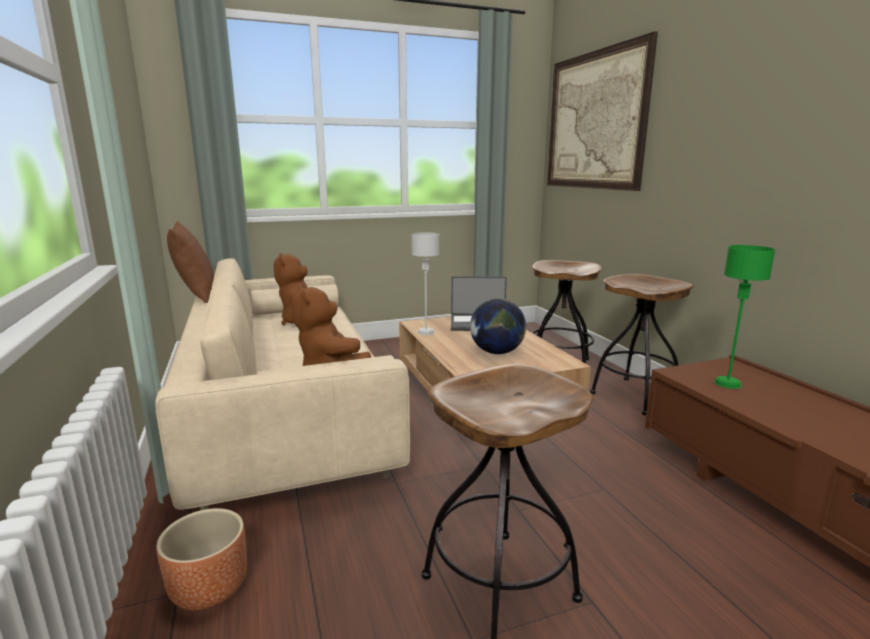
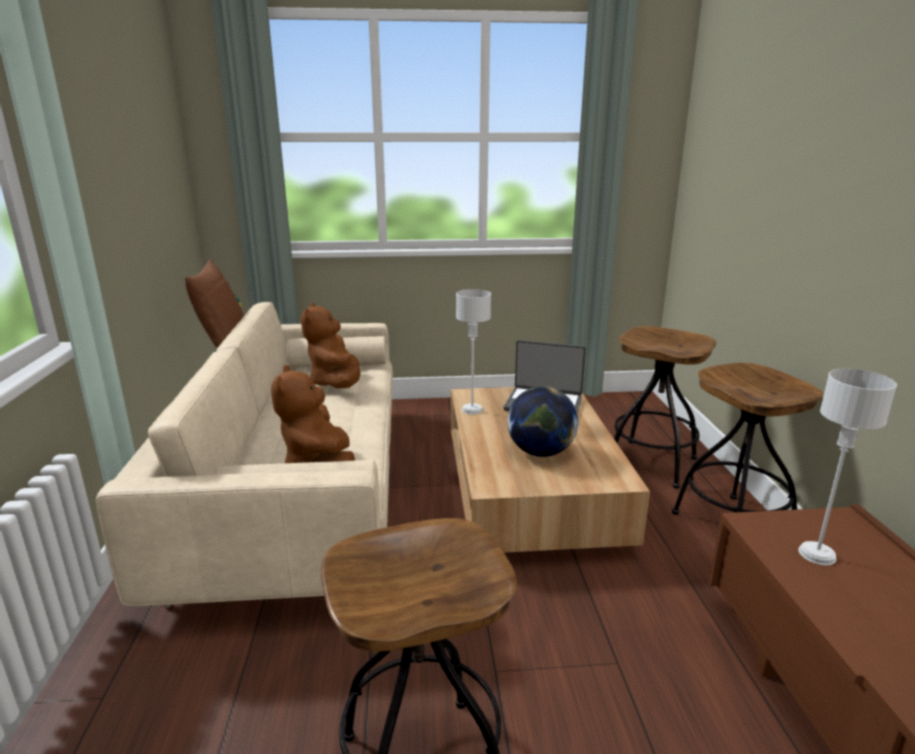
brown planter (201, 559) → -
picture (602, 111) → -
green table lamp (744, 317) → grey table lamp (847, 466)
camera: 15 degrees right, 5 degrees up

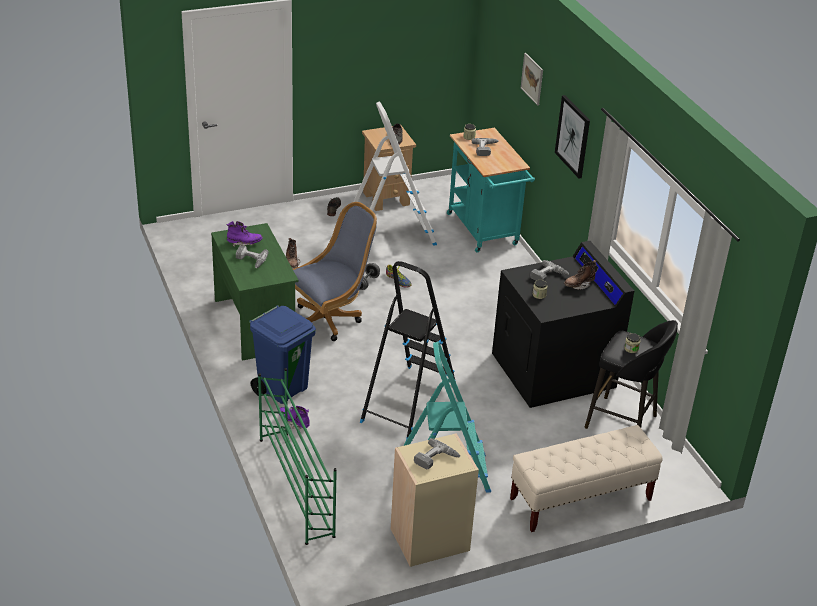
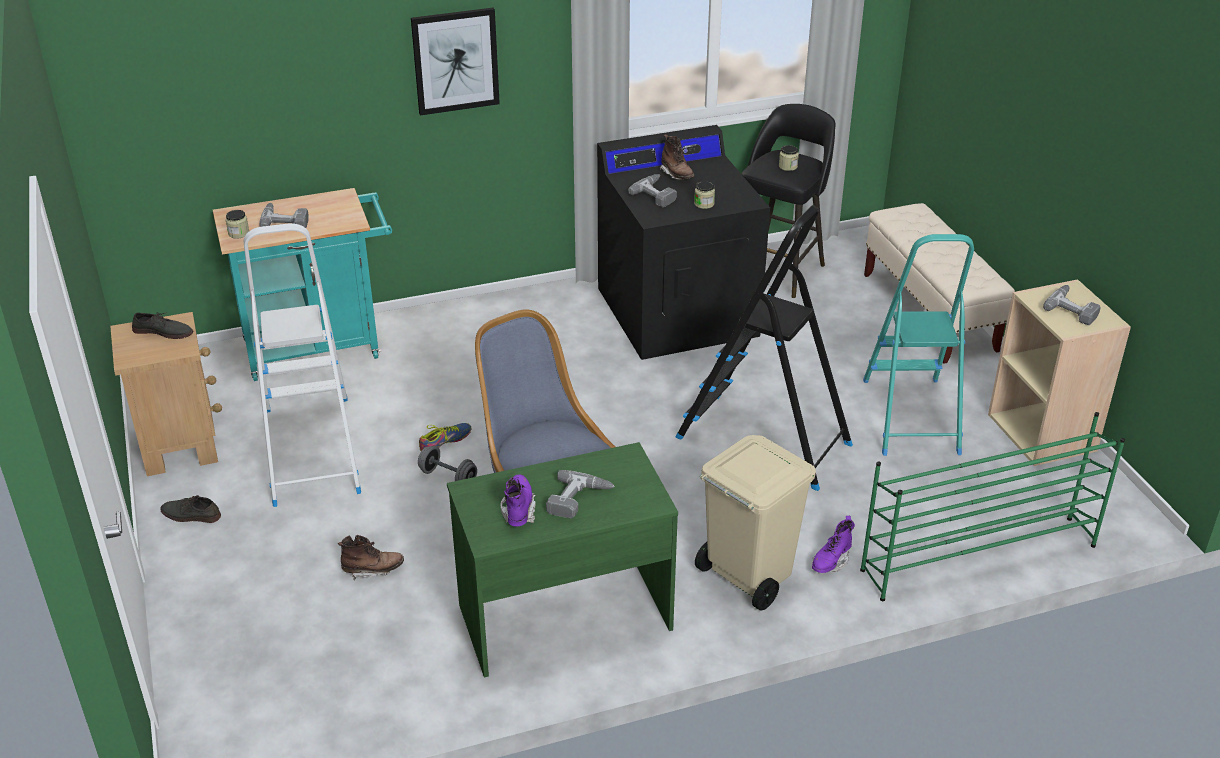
blue trash can (282, 354) → beige trash can (755, 523)
picture (532, 79) → -
camera: 85 degrees left, 0 degrees up

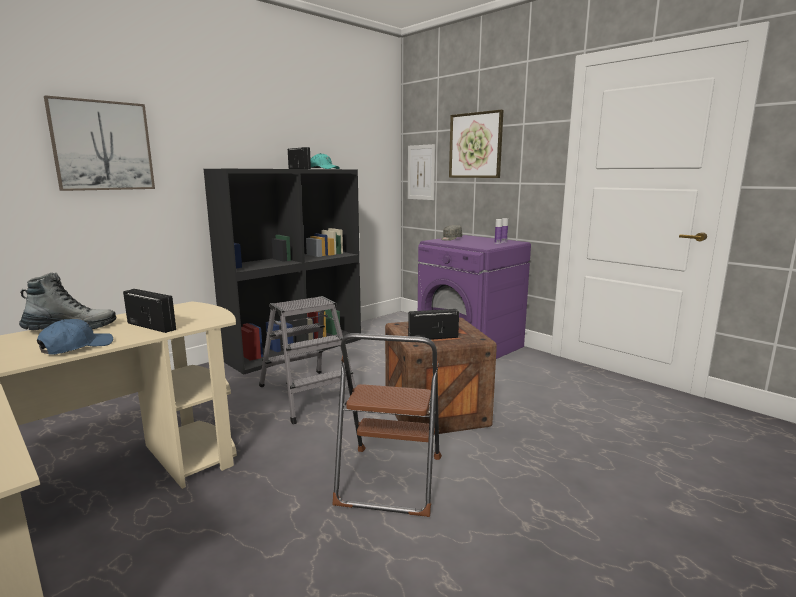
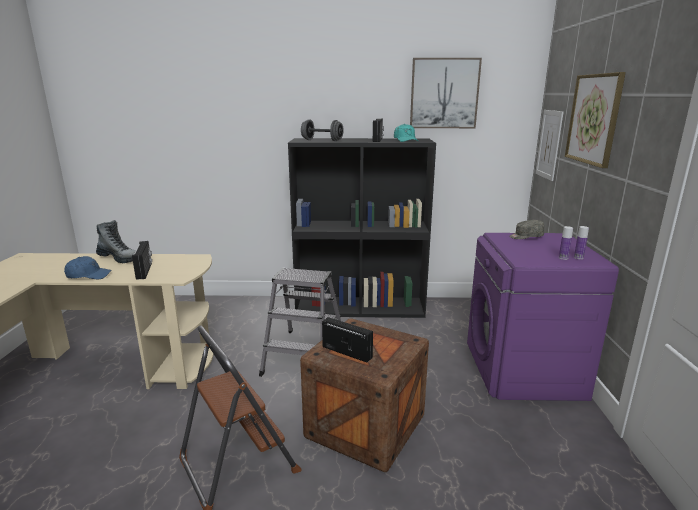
picture (99, 143) → picture (446, 93), shifted
- → grey dumbbell (322, 130)
camera: 45 degrees right, 5 degrees up

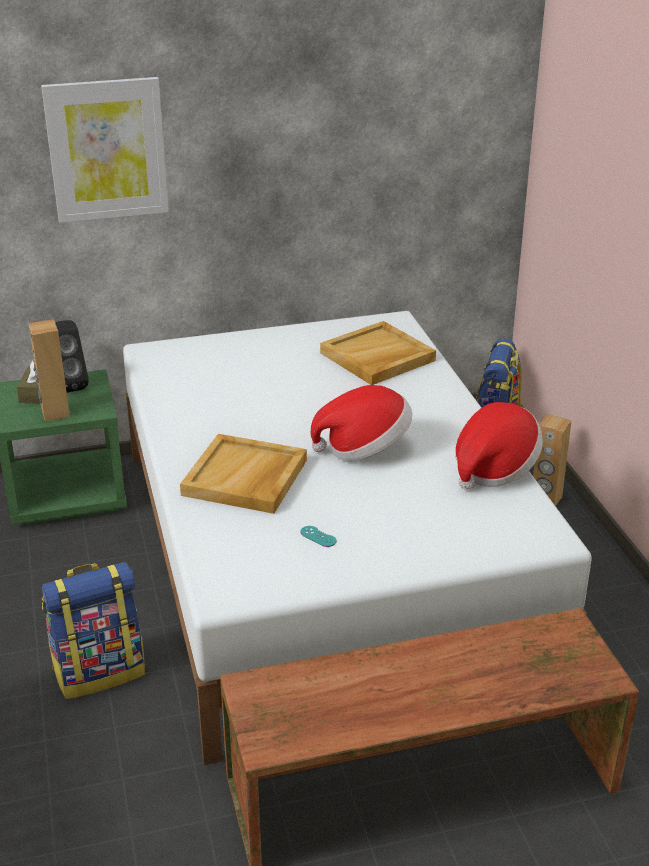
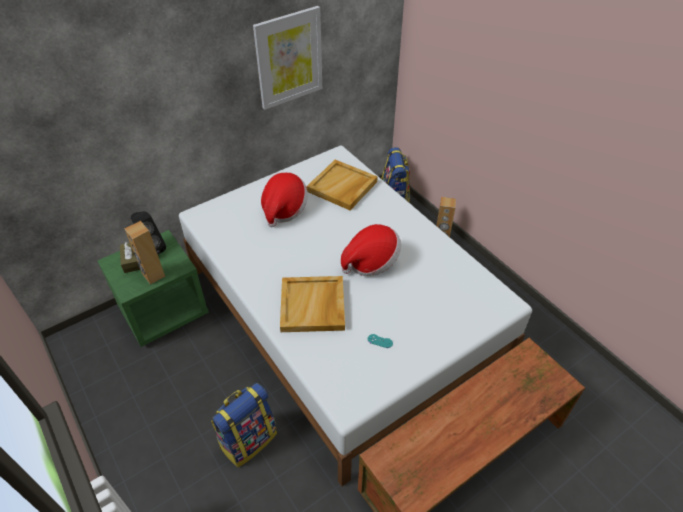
picture (105, 150) → picture (287, 58), shifted
hat (499, 446) → hat (284, 199), shifted
camera: 20 degrees left, 15 degrees up

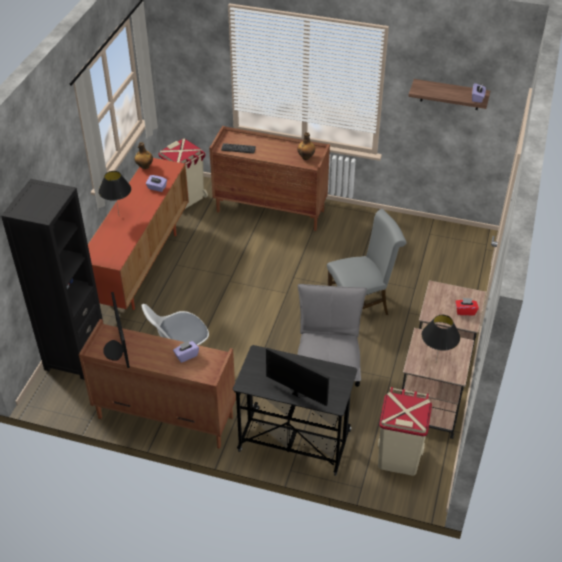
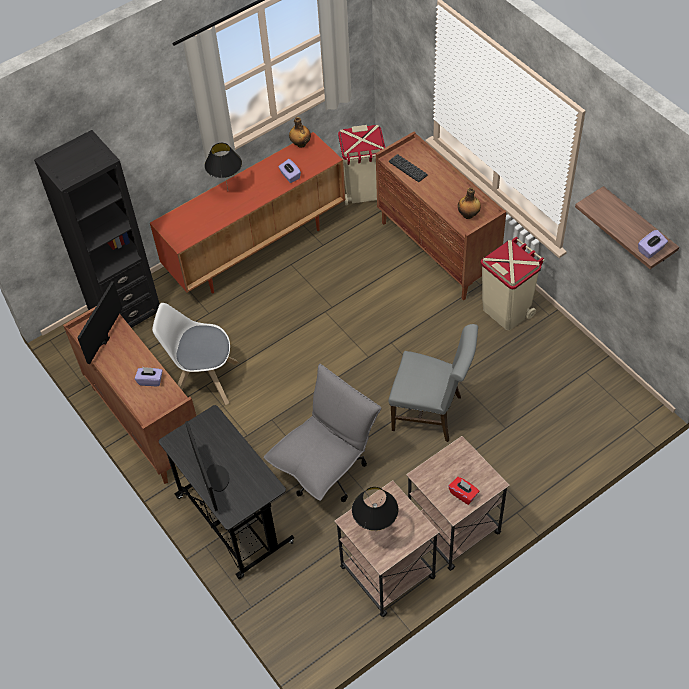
beige trash can (405, 431) → beige trash can (512, 283), shifted
camera: 40 degrees right, 10 degrees up

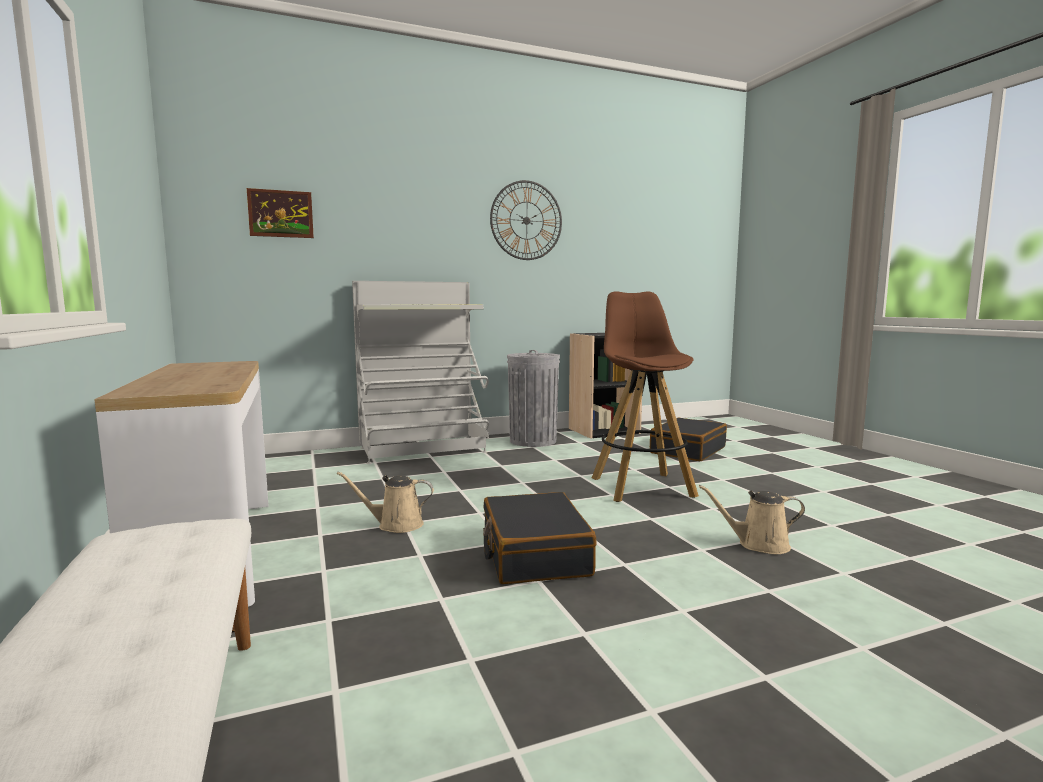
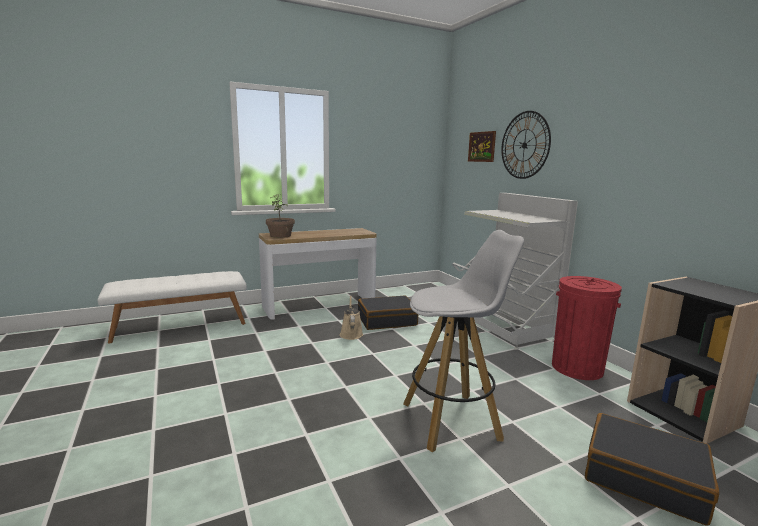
black suitcase (540, 538) → black suitcase (388, 312), shifted
wall clock (526, 220) → wall clock (526, 145), shifted
grey trash can (533, 398) → red trash can (587, 328)
brown stool (645, 396) → white stool (463, 341)
beige watering can (752, 519) → -
- → potted plant (280, 216)
camera: 85 degrees right, 5 degrees up

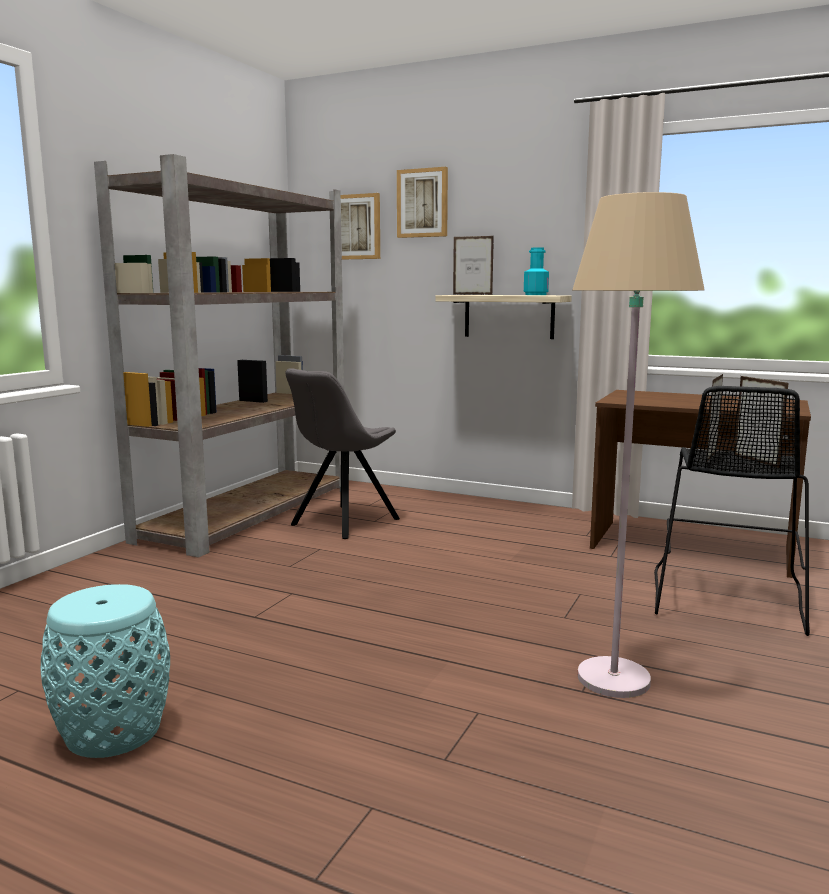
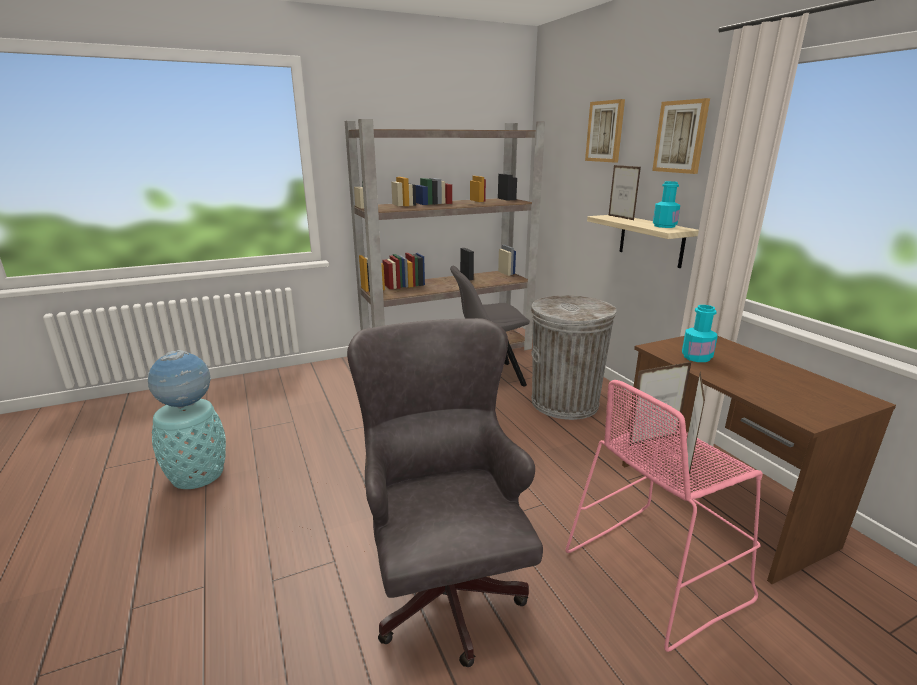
picture (360, 226) → picture (681, 136), shifted
beige floor lamp (638, 445) → grey office chair (445, 492)
black stool (732, 511) → pink stool (664, 516)
- → globe (179, 379)
- → grey trash can (574, 357)
- → turquoise bottle (700, 333)
camera: 40 degrees right, 10 degrees up

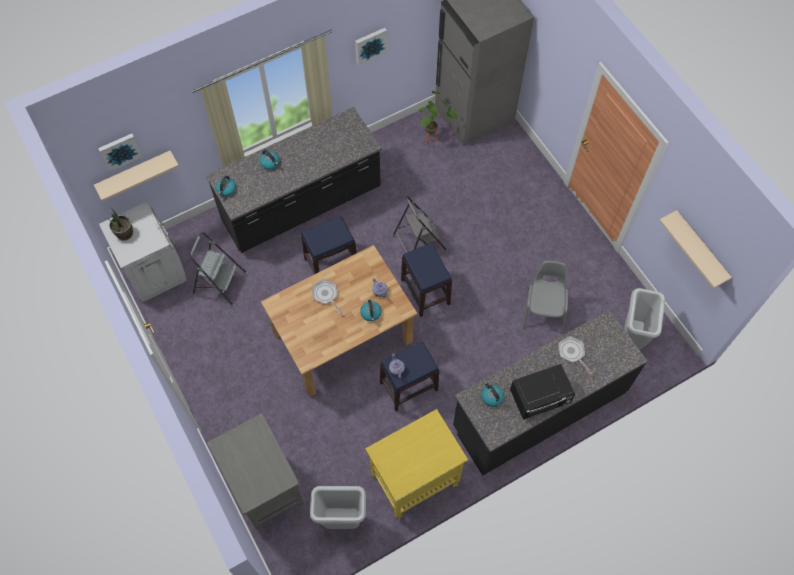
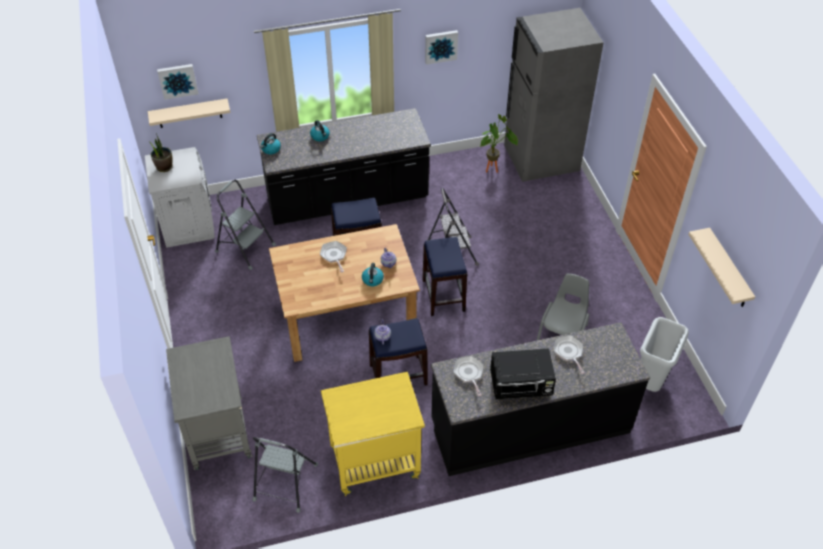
grey trash can (338, 507) → grey step ladder (285, 475)
kettle (492, 394) → frying pan (468, 376)
camera: 15 degrees right, 15 degrees down

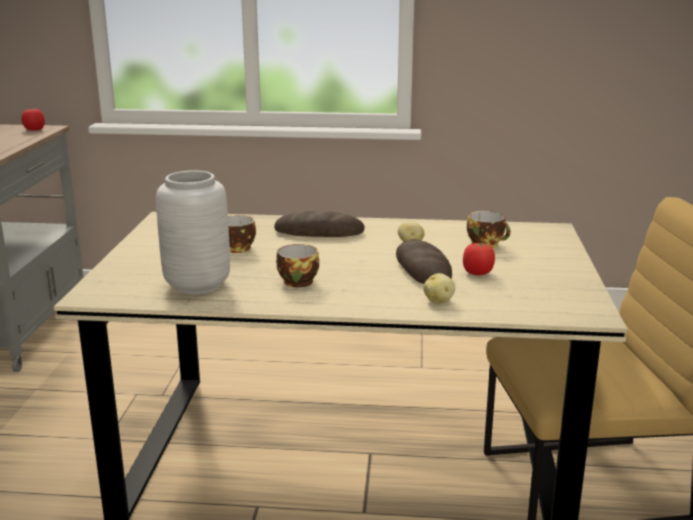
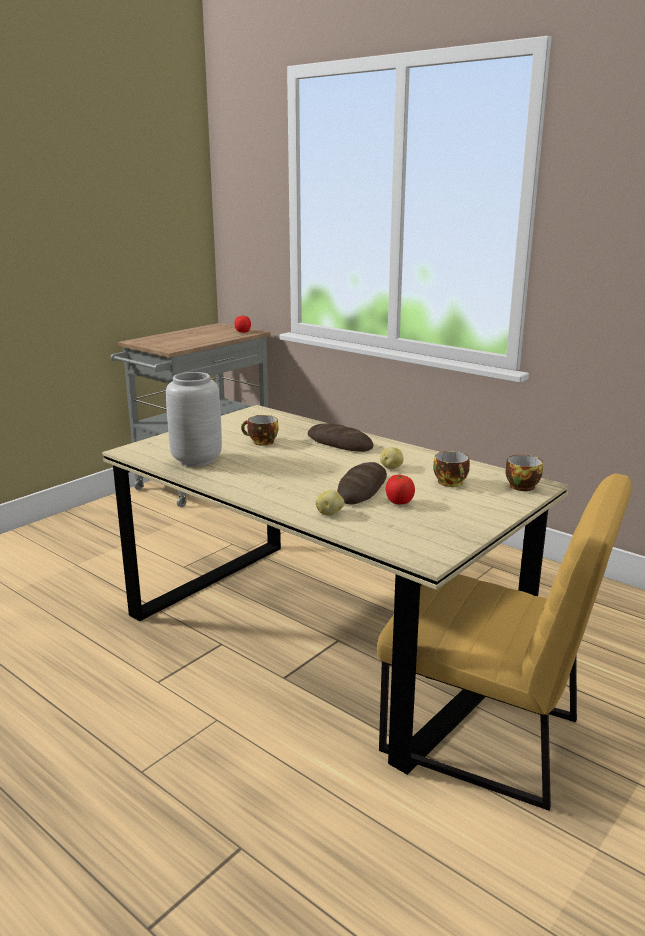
cup (297, 266) → cup (524, 473), shifted
camera: 35 degrees right, 0 degrees up

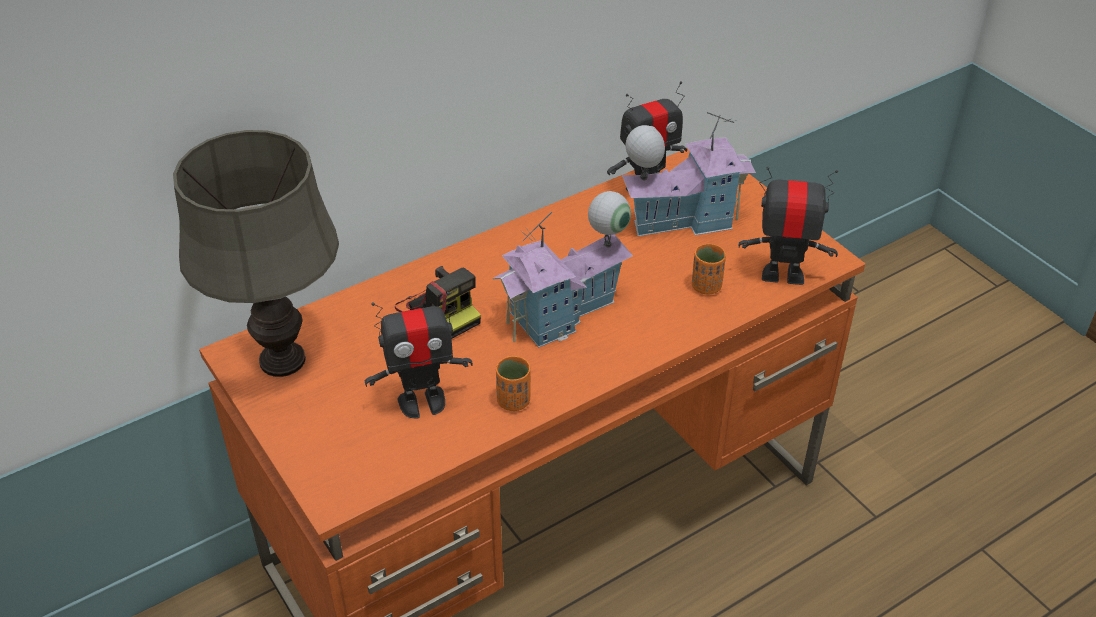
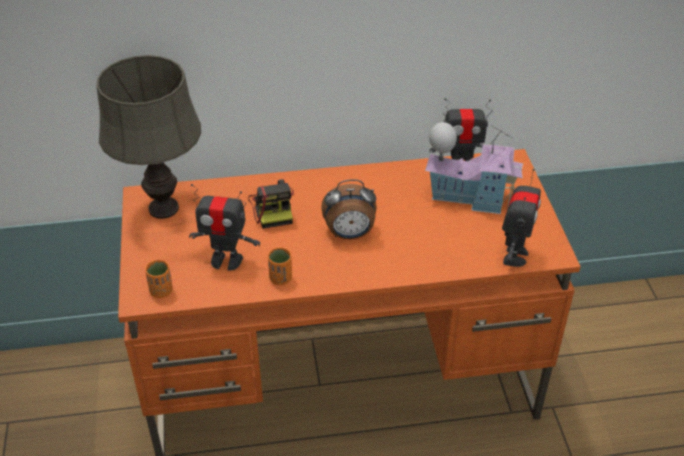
toy house (563, 269) → alarm clock (349, 209)
orange cup (709, 269) → orange cup (159, 279), shifted
toy robot (788, 226) → toy robot (521, 218), 75 degrees clockwise
camera: 25 degrees right, 0 degrees up

